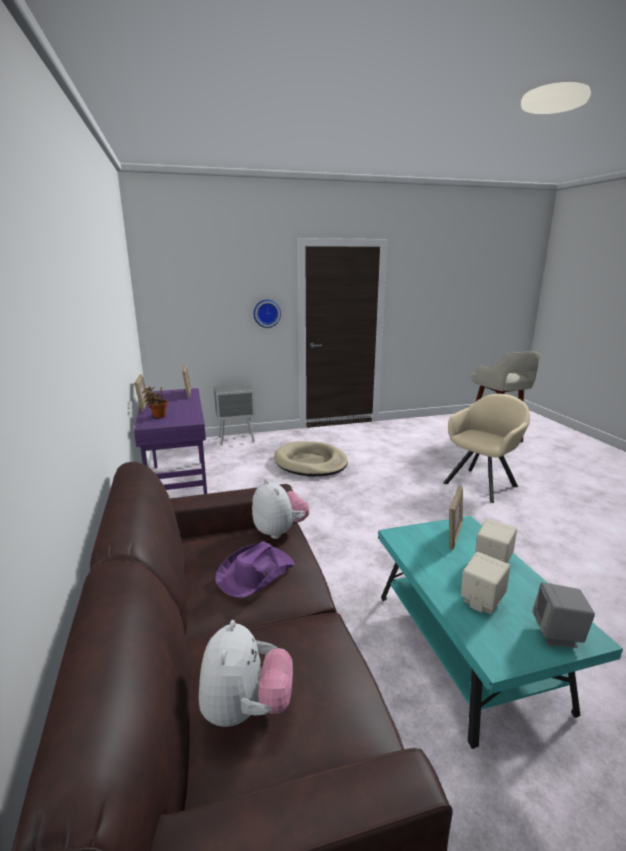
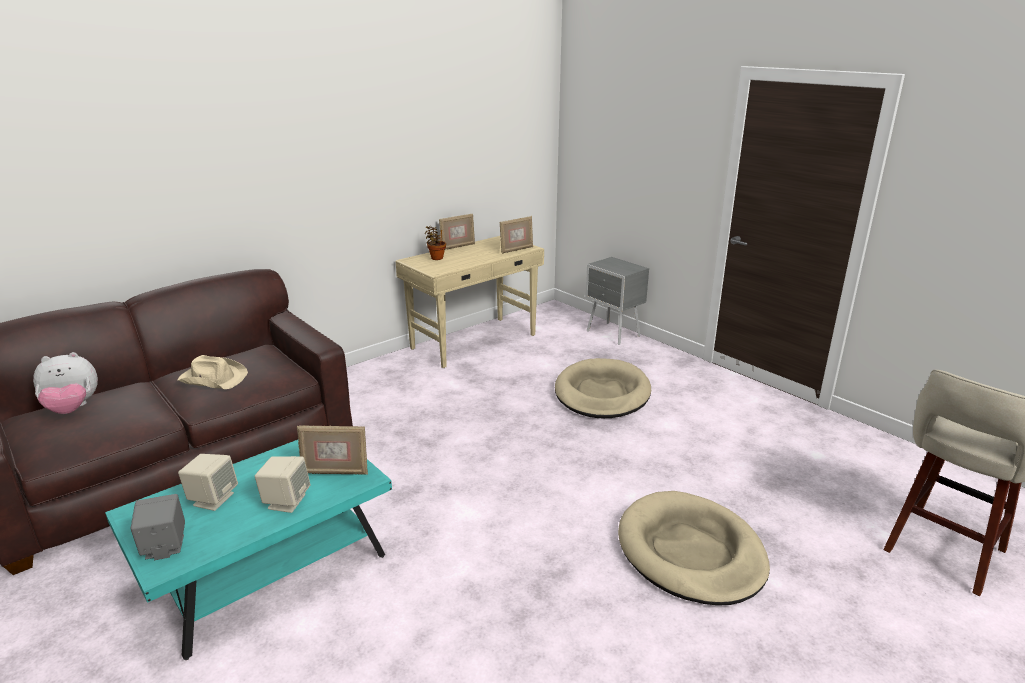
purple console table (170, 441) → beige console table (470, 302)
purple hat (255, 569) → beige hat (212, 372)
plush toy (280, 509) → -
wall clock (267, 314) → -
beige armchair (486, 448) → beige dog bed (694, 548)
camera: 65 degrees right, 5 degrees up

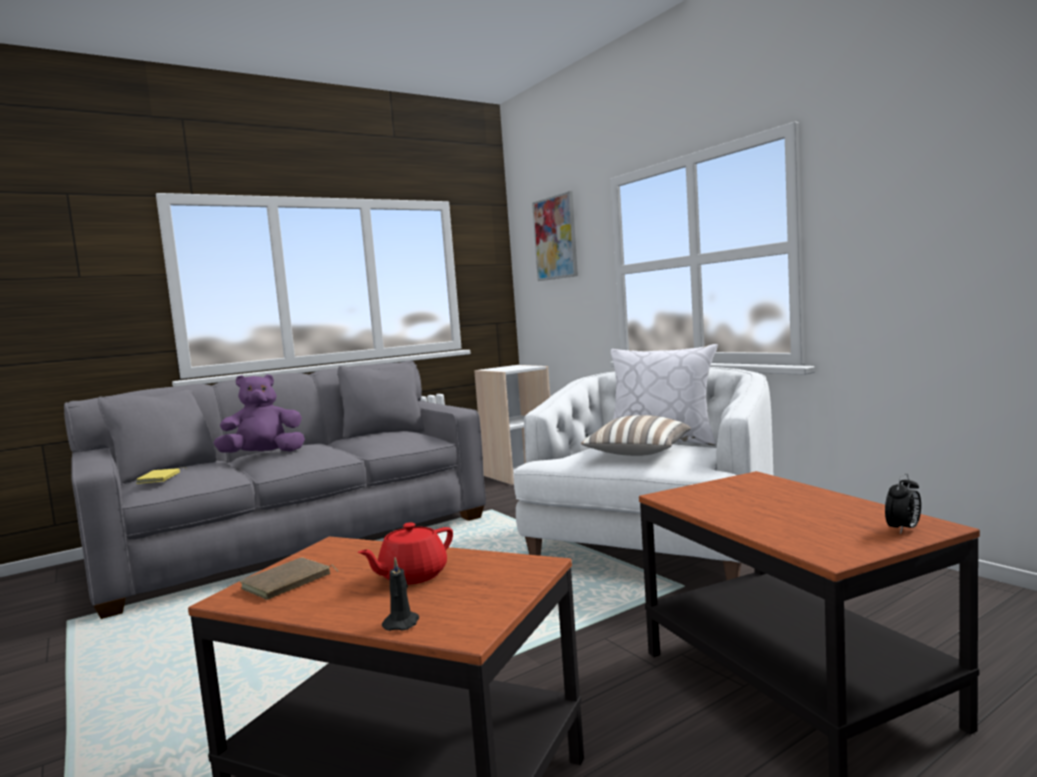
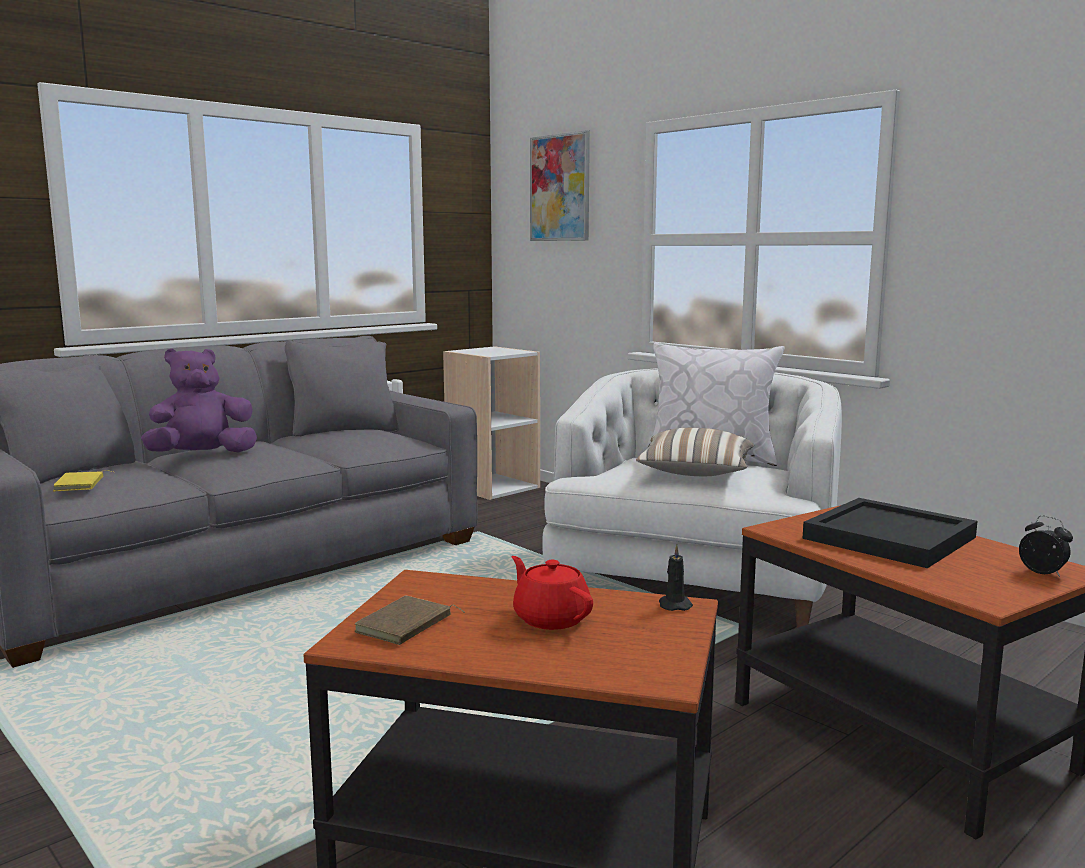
red teapot (405, 553) → red teapot (552, 593), 105 degrees clockwise
black candle (400, 594) → black candle (676, 578), shifted
alarm clock (903, 503) → alarm clock (1046, 546), 75 degrees counterclockwise
- → black tray (890, 533)
camera: 10 degrees left, 5 degrees up

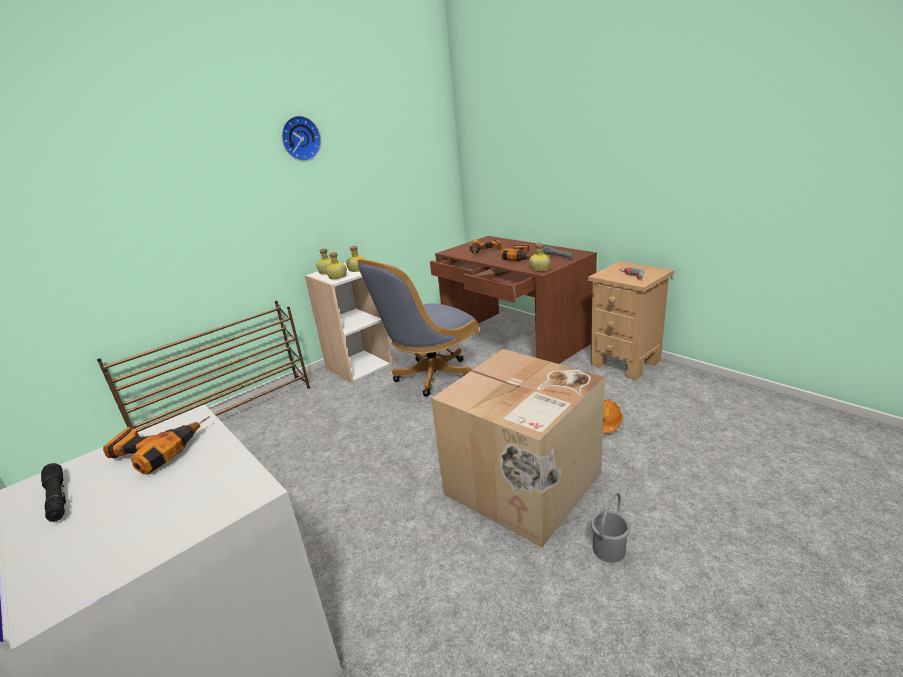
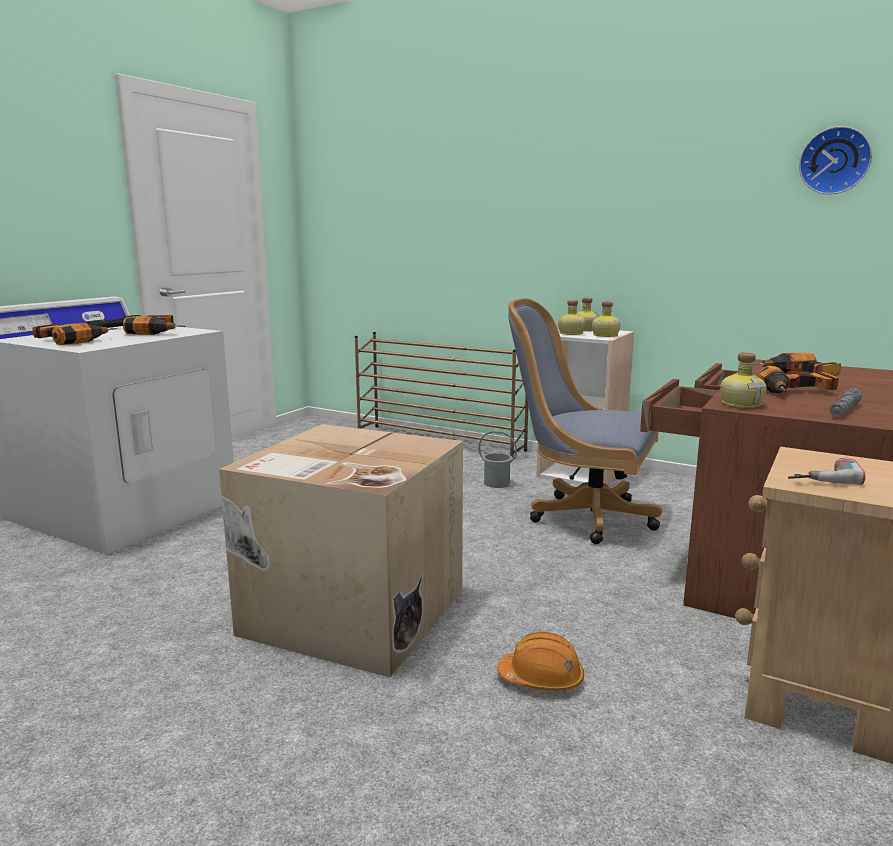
wall clock (301, 138) → wall clock (835, 160), shifted
grey bucket (610, 527) → grey bucket (497, 459), shifted
- → power drill (74, 334)
camera: 70 degrees right, 10 degrees down

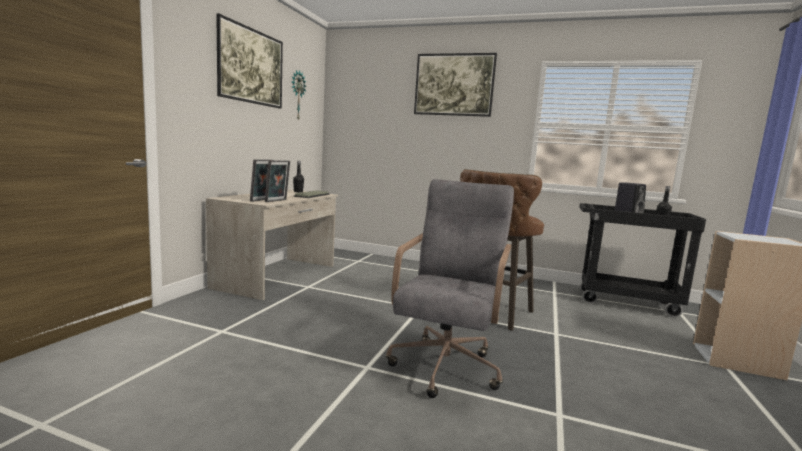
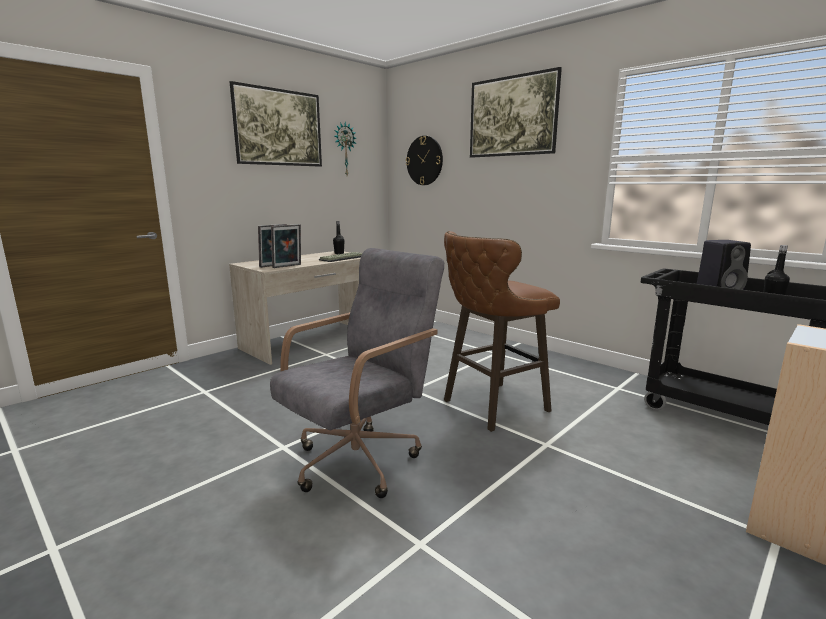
- → wall clock (424, 160)
camera: 25 degrees right, 5 degrees up

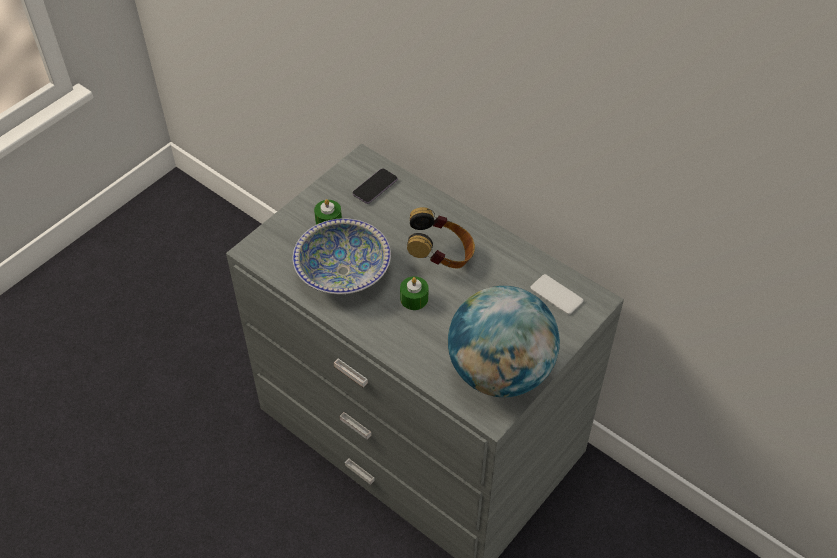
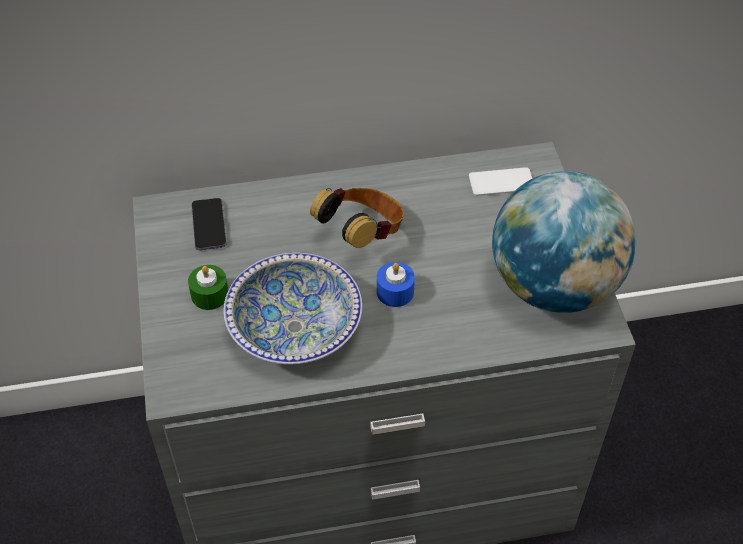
green candle (414, 293) → blue candle (396, 284)
camera: 50 degrees left, 0 degrees up

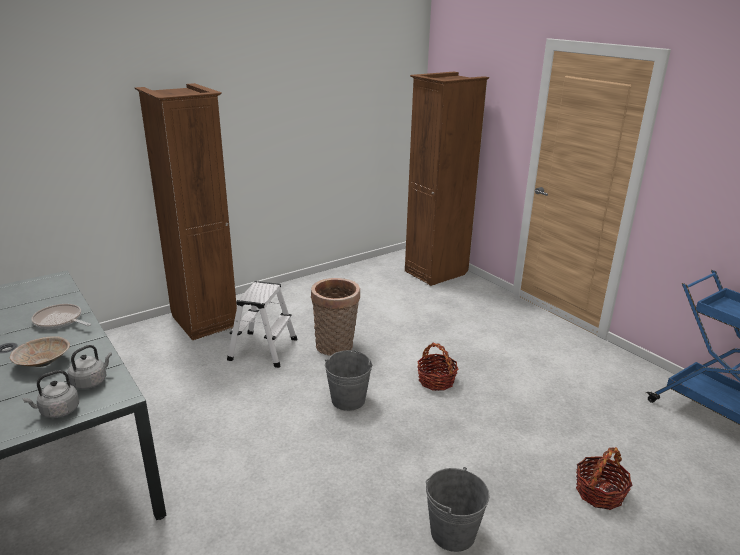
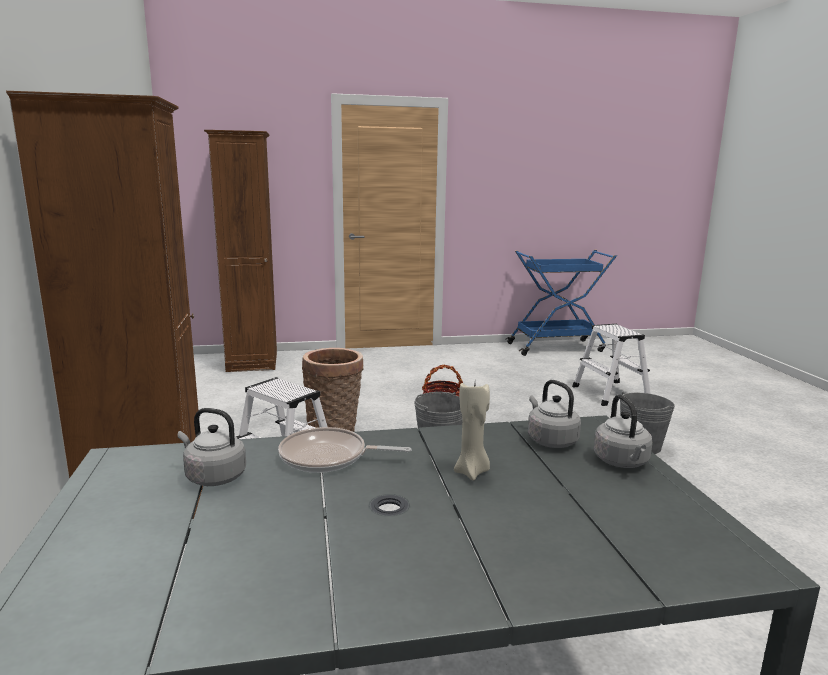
beige bowl (40, 351) → beige candle (472, 432)
frying pan (61, 316) → frying pan (344, 450), 45 degrees clockwise
basket (604, 478) → white step ladder (611, 365)
- → grey kettle (212, 447)
camera: 65 degrees left, 10 degrees down

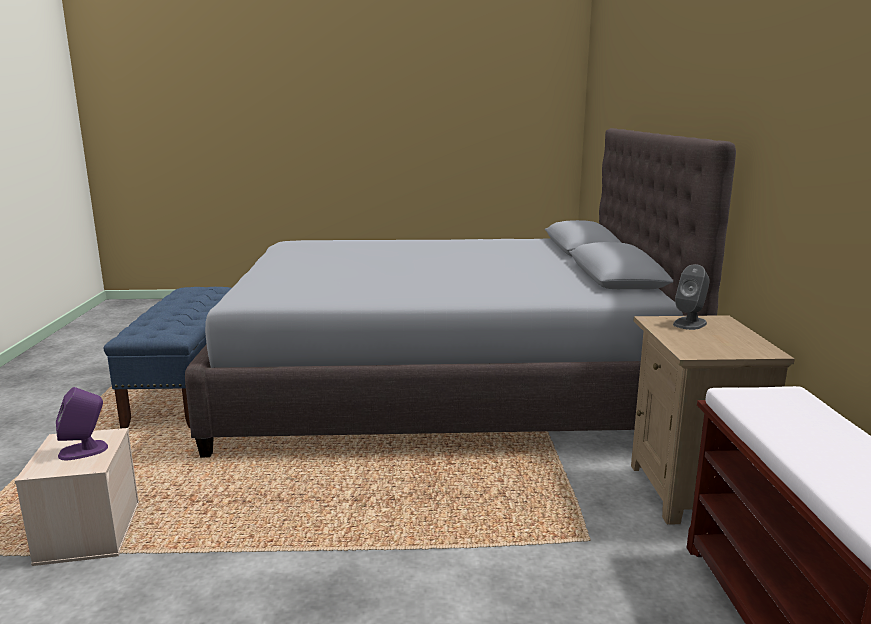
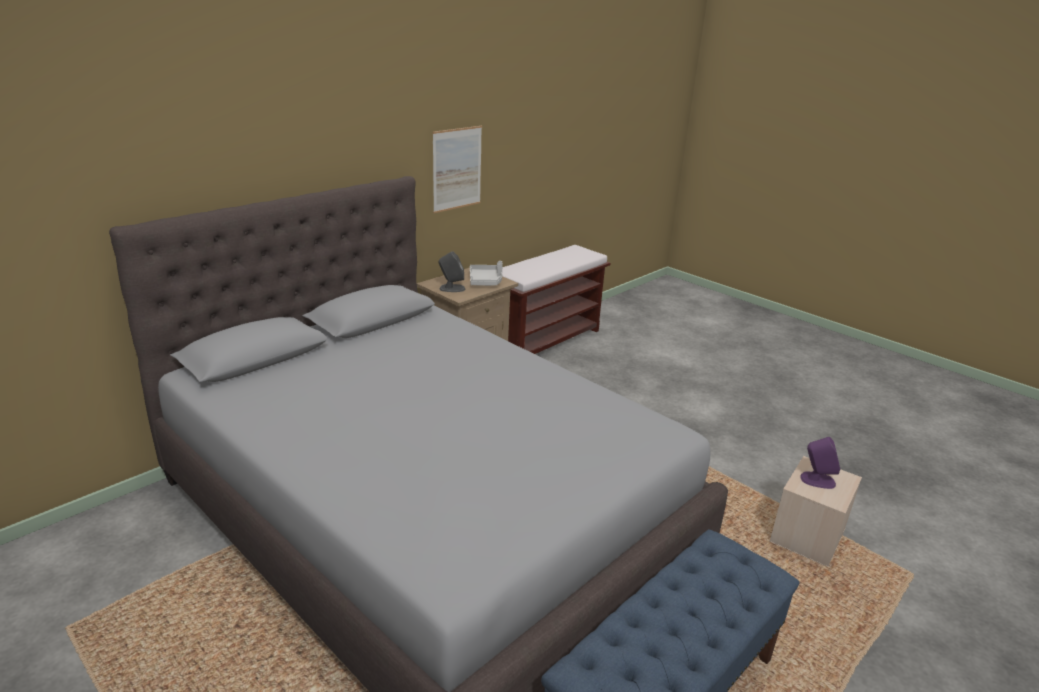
- → picture (457, 169)
- → grey tray (486, 273)
camera: 135 degrees left, 10 degrees up

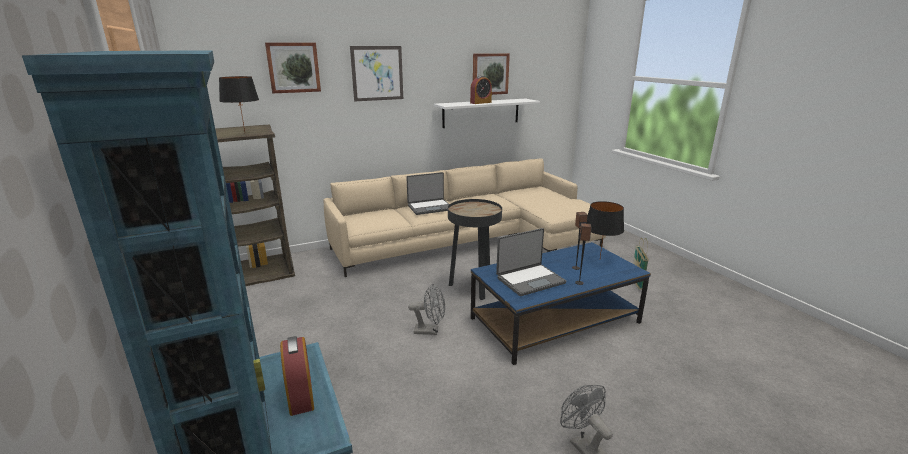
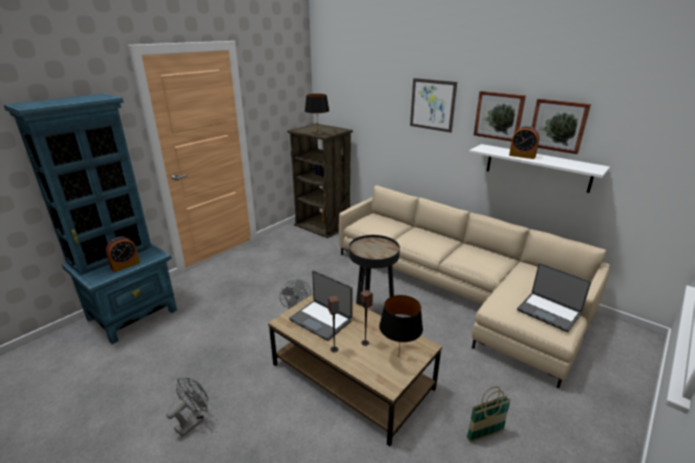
picture (293, 67) → picture (500, 116), shifted
laptop (427, 193) → laptop (554, 297), shifted
blue coffee table (561, 303) → brown coffee table (355, 370)
camera: 65 degrees right, 5 degrees up

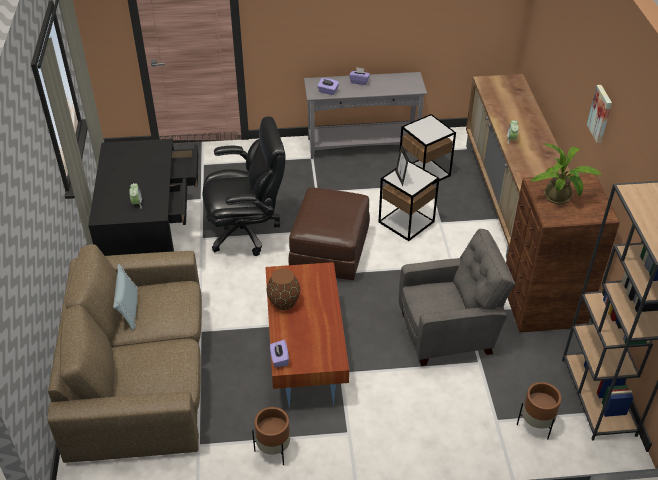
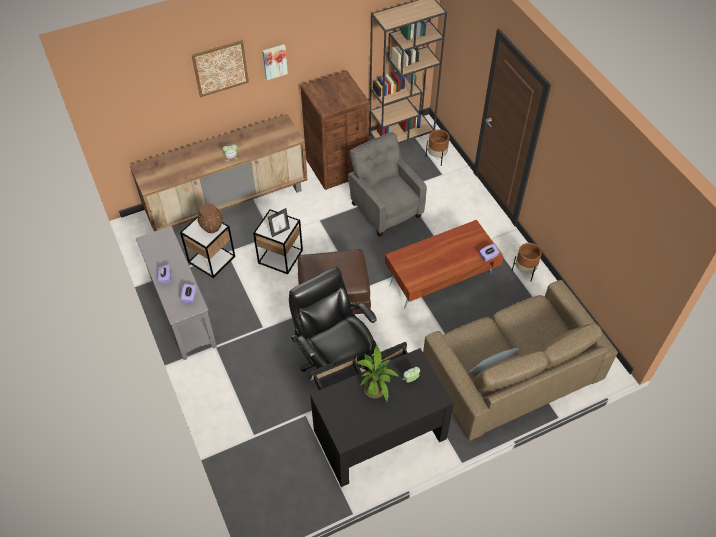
brown vase (283, 289) → brown vase (210, 218), shifted
potted plant (566, 173) → potted plant (377, 373), shifted
- → picture (220, 68)
camera: 110 degrees left, 10 degrees up

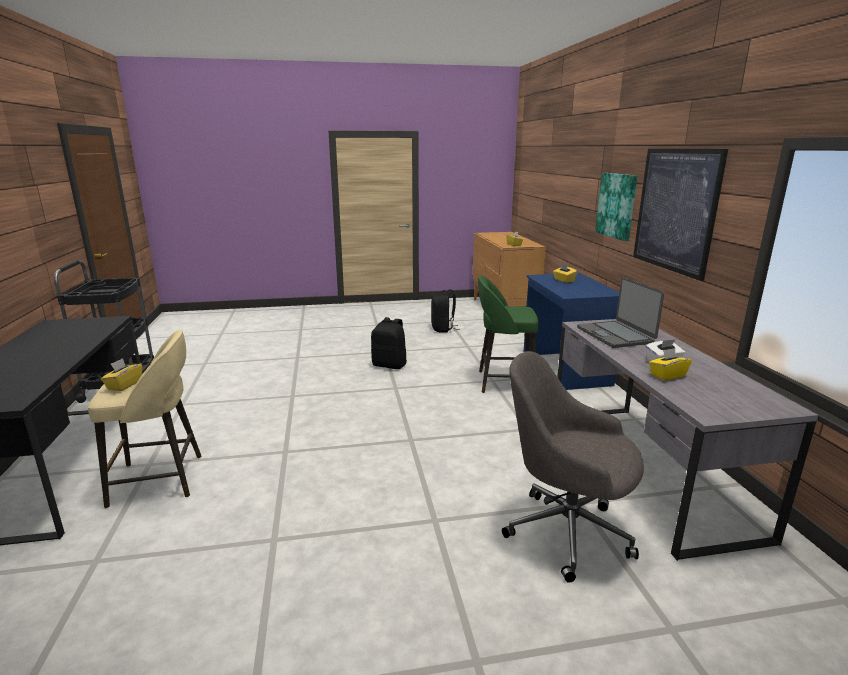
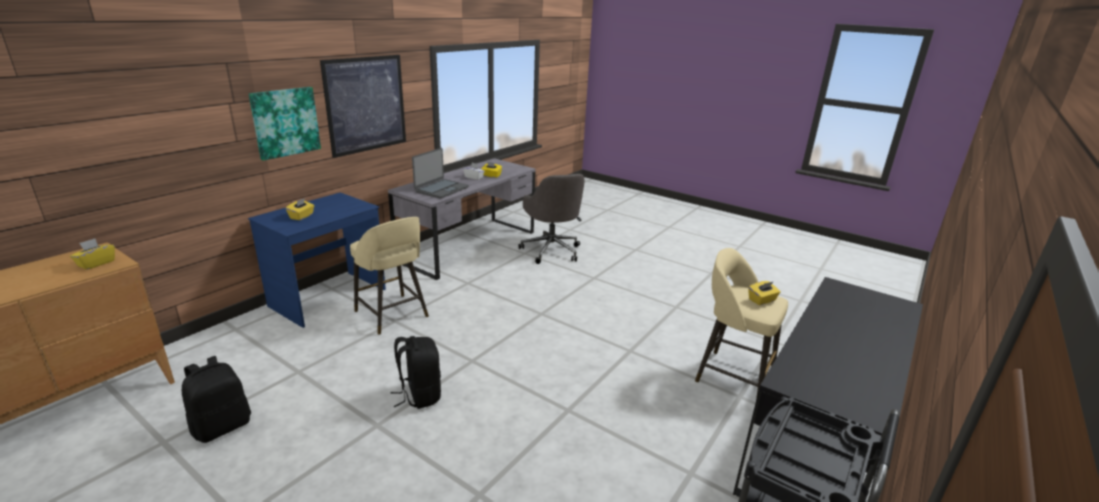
green stool (508, 334) → beige stool (389, 276)
camera: 135 degrees left, 5 degrees up

